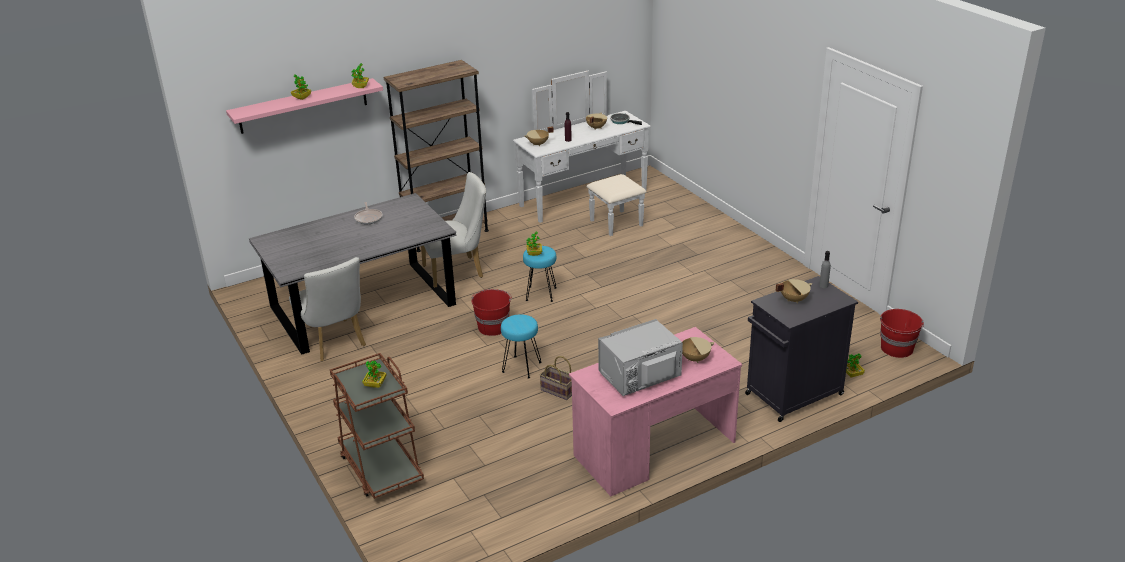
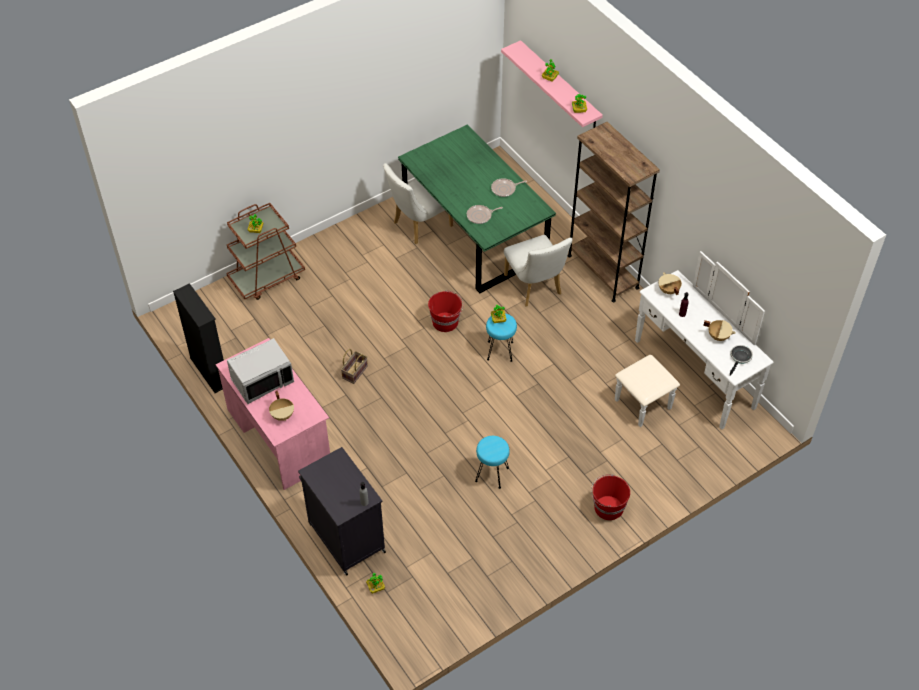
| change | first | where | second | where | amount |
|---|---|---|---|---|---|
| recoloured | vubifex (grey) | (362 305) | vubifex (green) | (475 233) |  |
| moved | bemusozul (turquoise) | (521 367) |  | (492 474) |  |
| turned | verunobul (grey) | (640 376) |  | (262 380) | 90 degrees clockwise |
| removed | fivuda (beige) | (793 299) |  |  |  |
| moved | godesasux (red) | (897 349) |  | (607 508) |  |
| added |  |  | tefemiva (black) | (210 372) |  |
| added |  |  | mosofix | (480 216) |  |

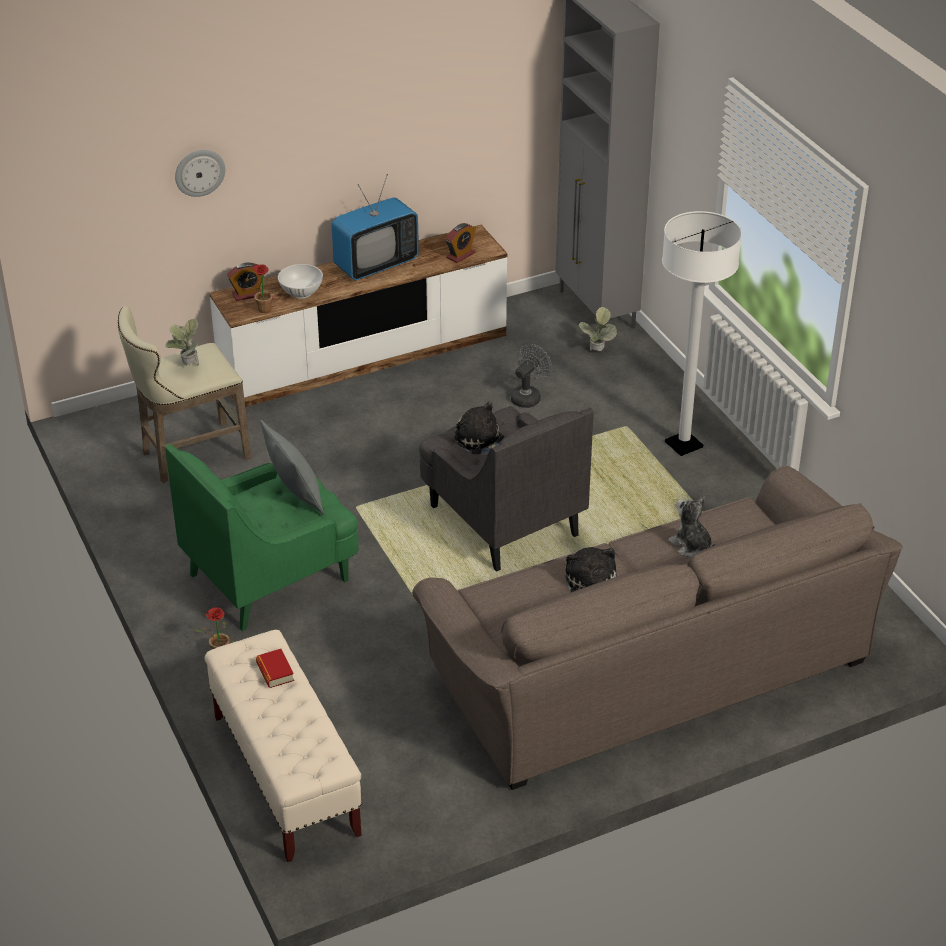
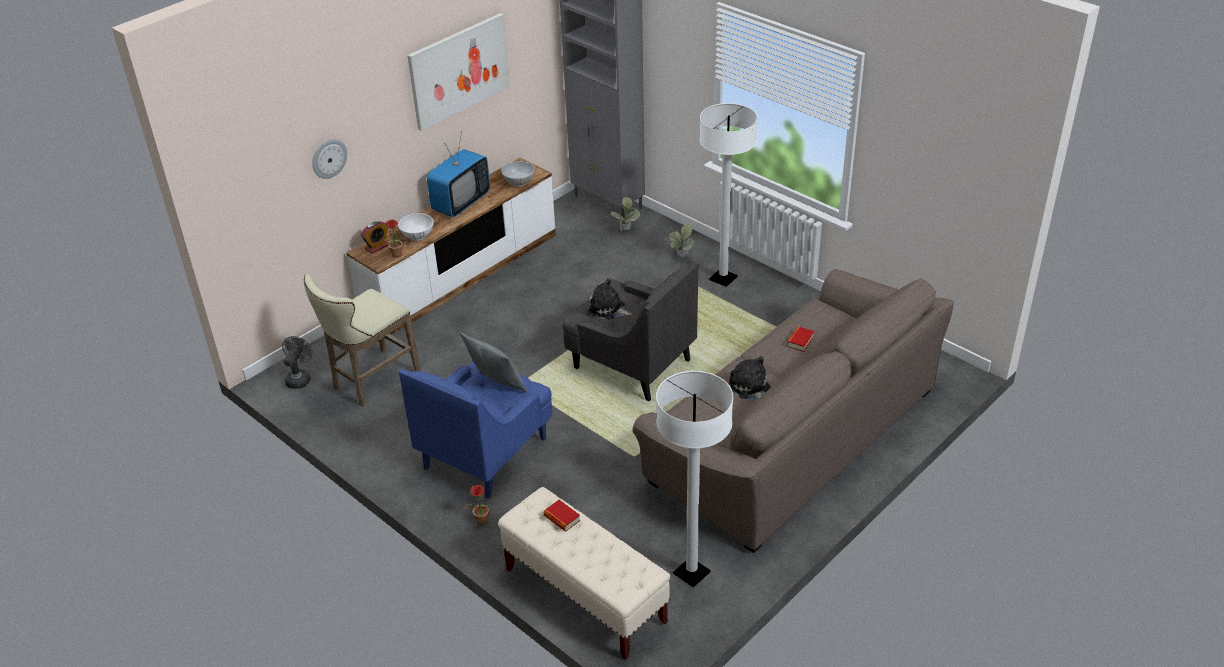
| change | first | where | second | where | amount |
|---|---|---|---|---|---|
| moved | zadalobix | (187 366) |  | (681 258) |  |
| recoloured | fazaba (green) | (270 576) | fazaba (blue) | (486 452) |  |
| replaced | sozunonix | (460 255) | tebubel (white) | (519 182) |  |
| moved | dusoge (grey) | (528 396) |  | (300 378) |  |
| replaced | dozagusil | (691 546) | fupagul | (800 341) |  |
| added |  |  | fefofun | (459 70) |  |
| added |  |  | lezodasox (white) | (691 573) |  |

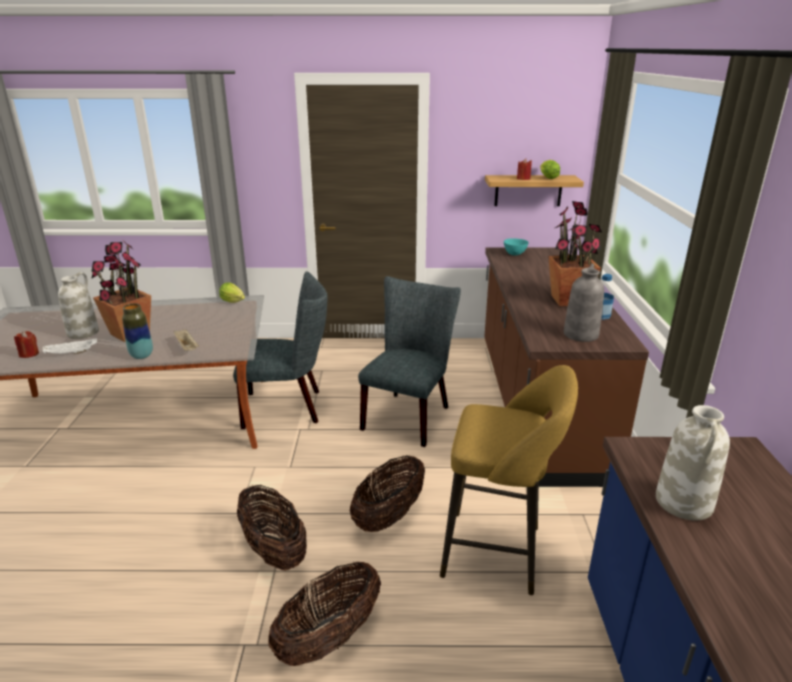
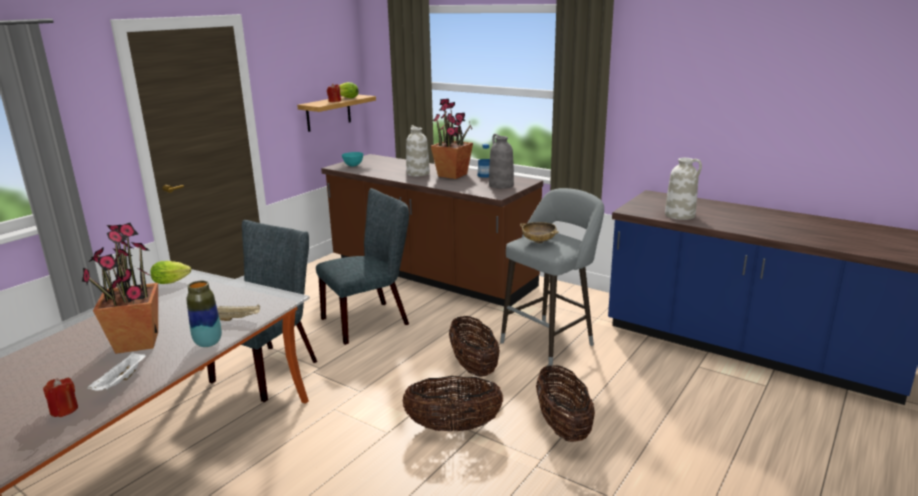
| change | first | where | second | where | amount |
|---|---|---|---|---|---|
| moved | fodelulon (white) | (83 332) |  | (417 173) |  |
| turned | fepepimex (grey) | (409 415) |  | (370 320) | 90 degrees clockwise |
| recoloured | bemusozul (yellow) | (498 552) | bemusozul (grey) | (550 342) |  |
| added |  |  | tebubel (beige) | (538 241) |  |

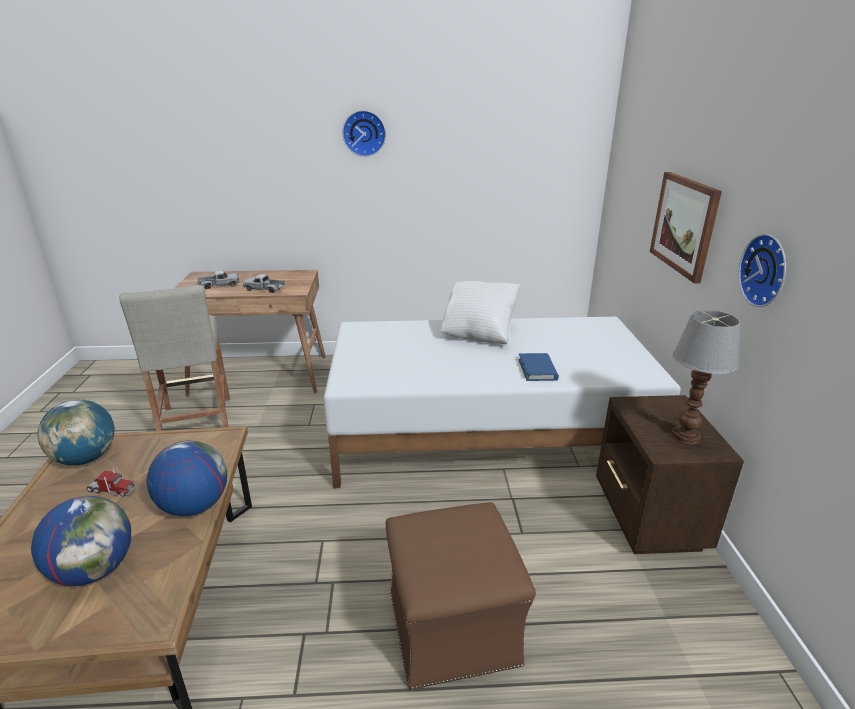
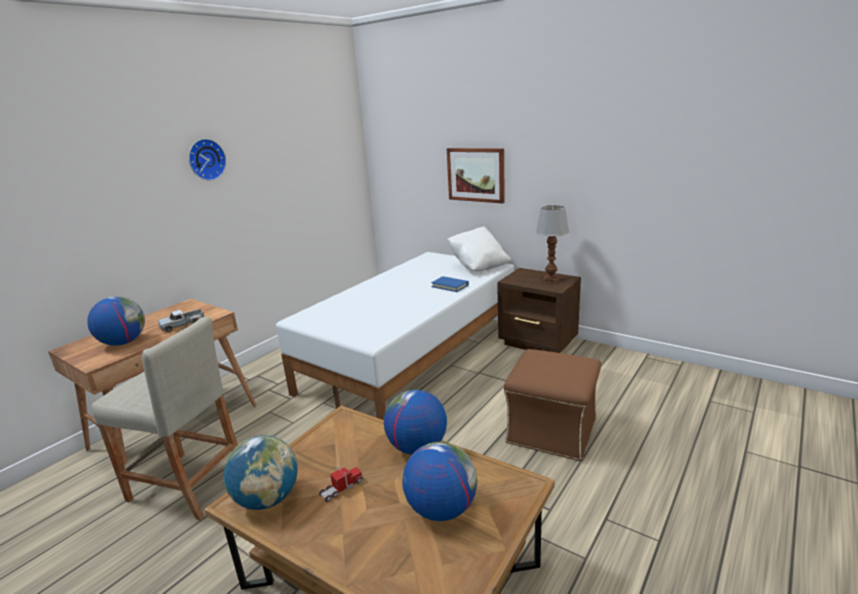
| change | first | where | second | where | amount |
|---|---|---|---|---|---|
| replaced | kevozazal | (219 285) | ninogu | (123 342) |  |
| moved | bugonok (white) | (479 333) |  | (478 266) |  |
| removed | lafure | (767 270) |  |  |  |

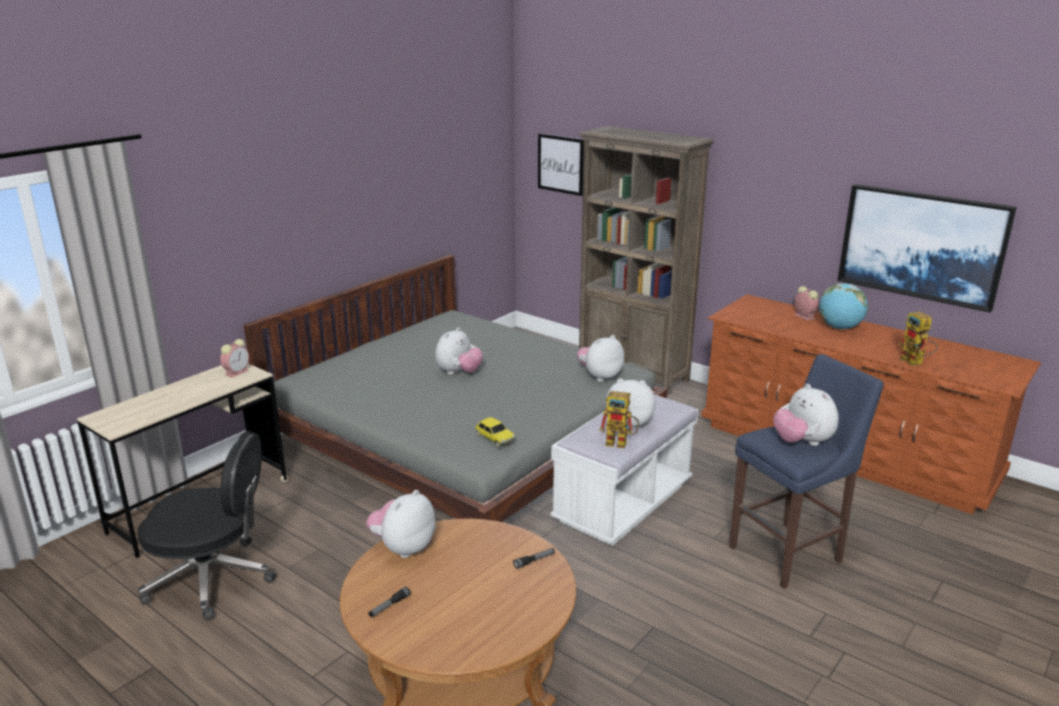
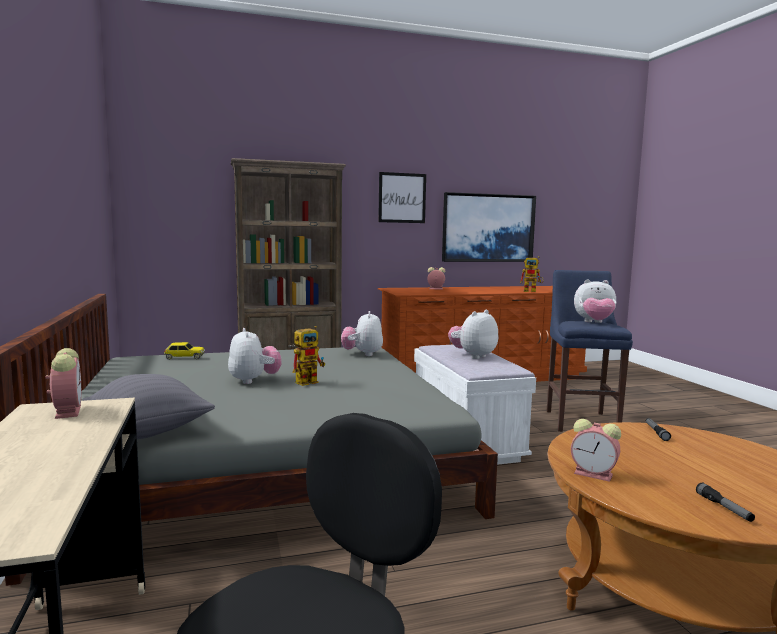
| change | first | where | second | where | amount |
|---|---|---|---|---|---|
| replaced | dozagusil | (403 548) | sozunonix | (595 474) |  |
| moved | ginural | (494 438) |  | (184 357) |  |
| moved | fefofun | (560 164) |  | (402 198) |  |
| moved | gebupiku | (621 443) |  | (310 381) |  |
| removed | ninogu | (839 328) |  |  |  |
| added |  |  | bugonok (grey) | (149 431) |  |

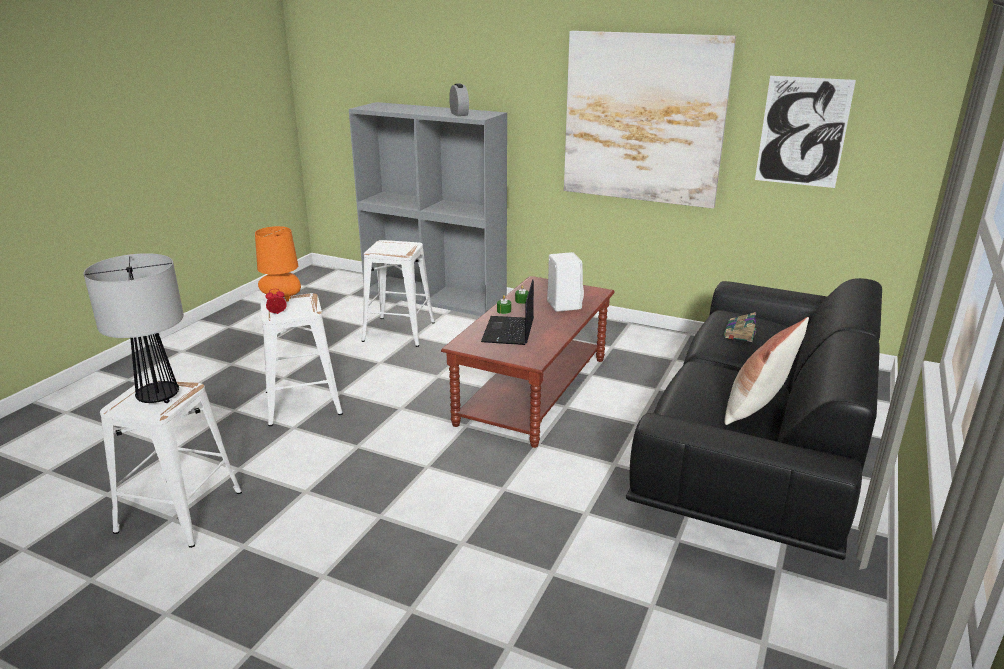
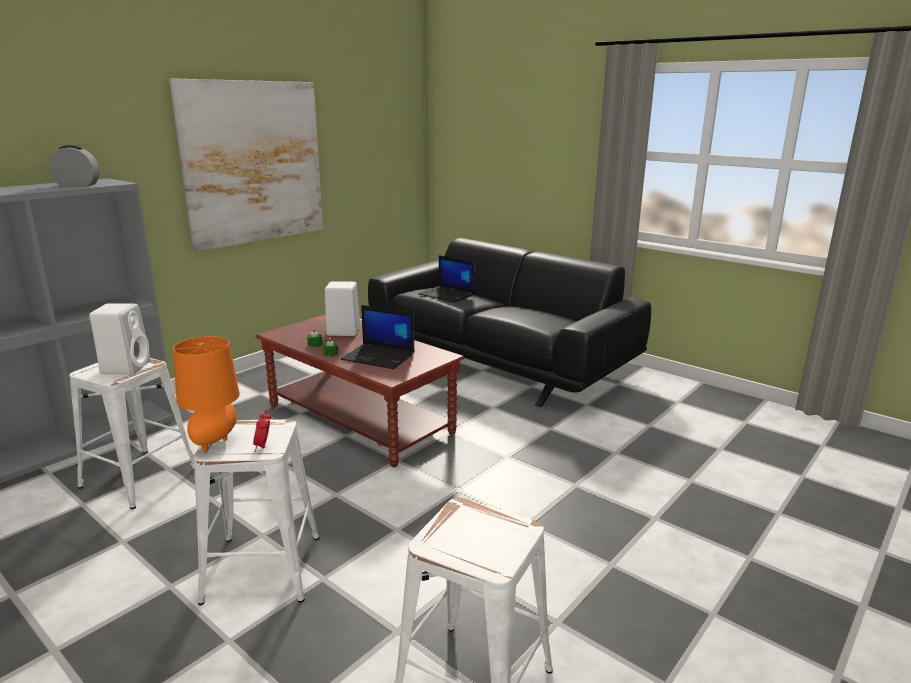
| change | first | where | second | where | amount |
|---|---|---|---|---|---|
| removed | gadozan | (159 397) |  |  |  |
| replaced | fupagul | (739 333) | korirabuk | (447 295) |  |
| removed | bugonok | (756 410) |  |  |  |
| removed | fefofun | (802 132) |  |  |  |
| added |  |  | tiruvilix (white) | (126 367) |  |

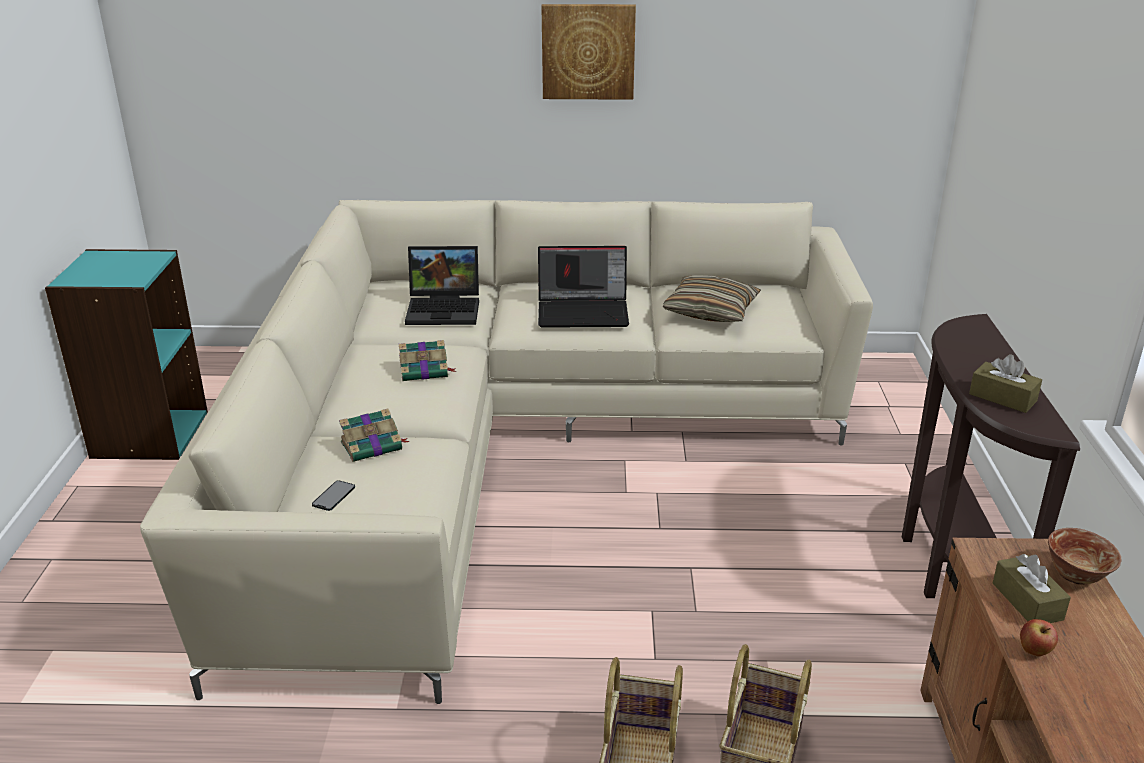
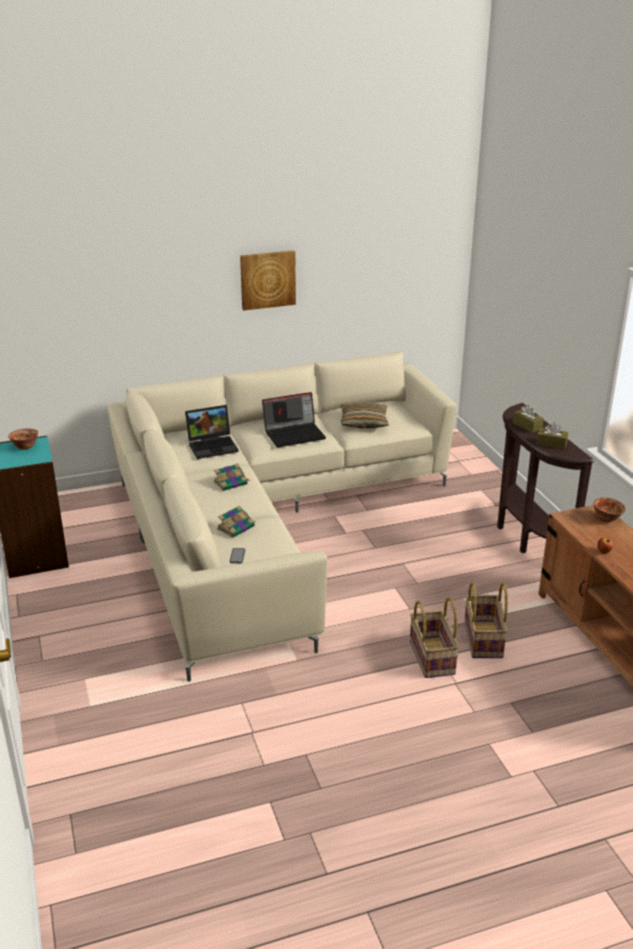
| change | first | where | second | where | amount |
|---|---|---|---|---|---|
| moved | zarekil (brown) | (1027 601) |  | (527 426) |  |
| added |  |  | tebubel | (25 447) |  |

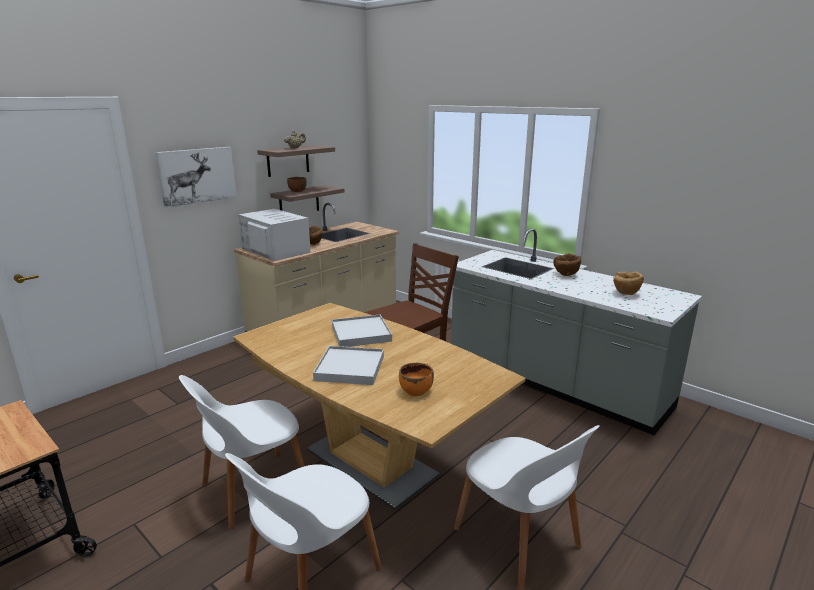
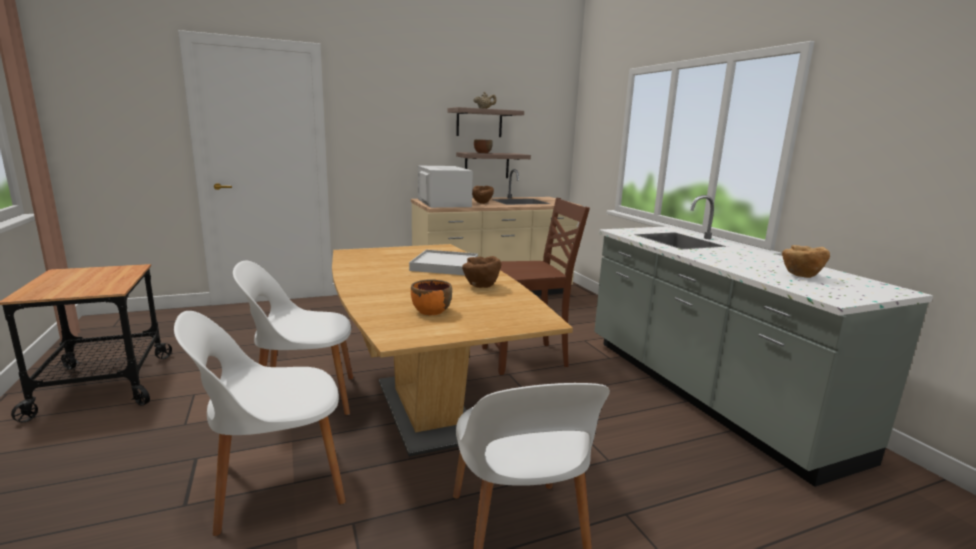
| change | first | where | second | where | amount |
|---|---|---|---|---|---|
| removed | fefofun | (197 175) |  |  |  |
| removed | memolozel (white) | (350 368) |  |  |  |
| moved | tebubel (brown) | (566 275) |  | (481 287) |  |

